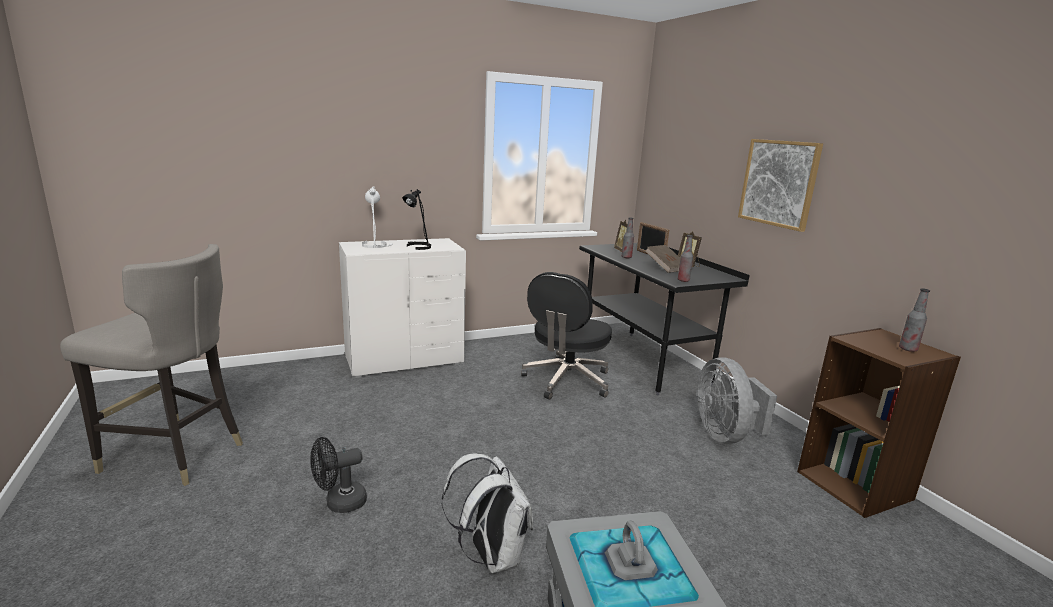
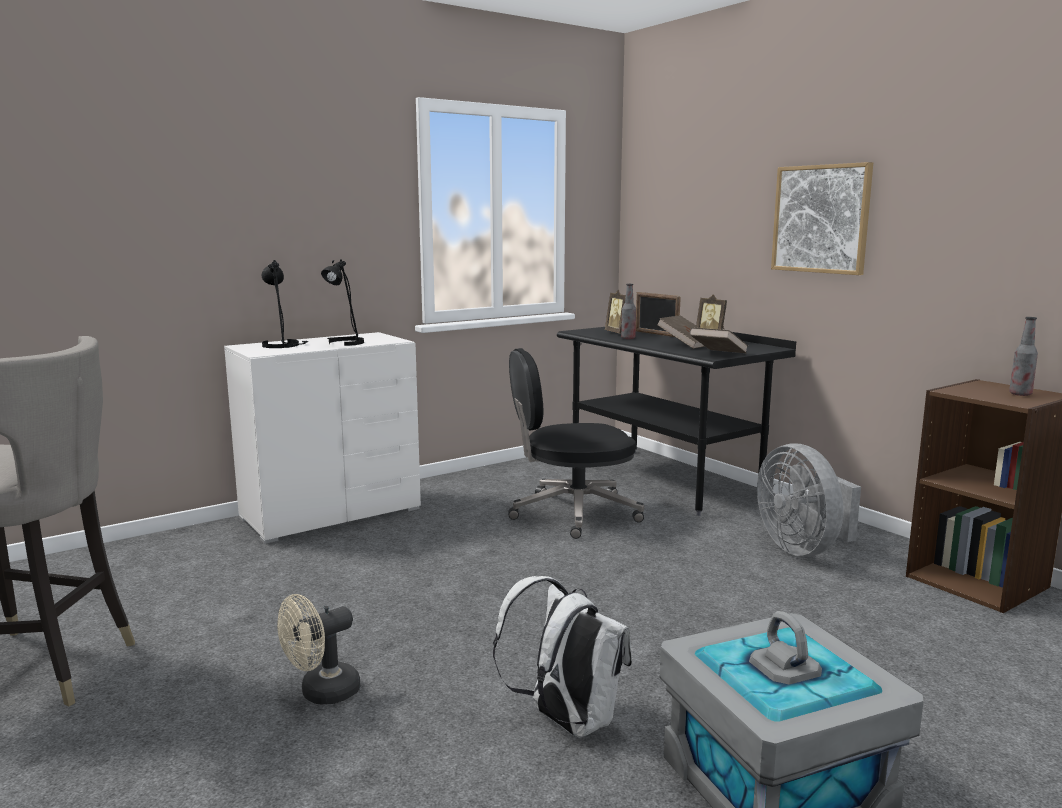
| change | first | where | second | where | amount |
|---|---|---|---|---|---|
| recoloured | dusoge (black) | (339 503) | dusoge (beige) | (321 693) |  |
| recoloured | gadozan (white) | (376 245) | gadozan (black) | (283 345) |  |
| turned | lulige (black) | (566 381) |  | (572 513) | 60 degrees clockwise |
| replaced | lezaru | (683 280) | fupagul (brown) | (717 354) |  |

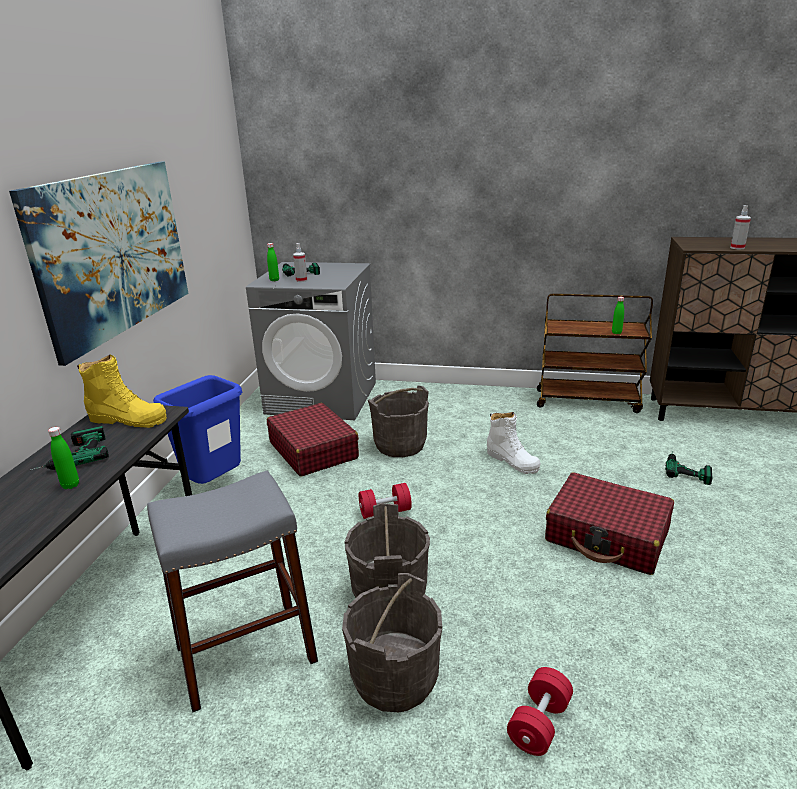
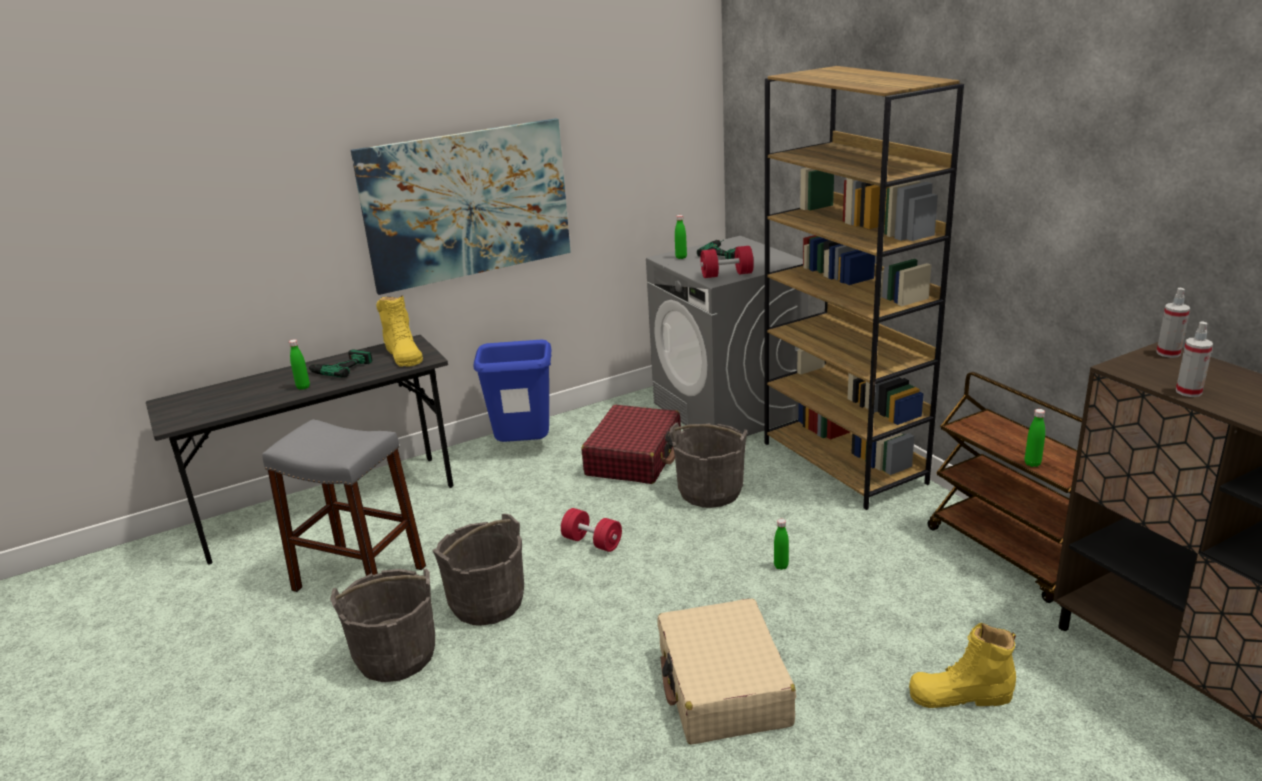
| change | first | where | second | where | amount |
|---|---|---|---|---|---|
| moved | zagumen | (301 280) |  | (1168 353) |  |
| replaced | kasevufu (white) | (512 461) | lezaru (green) | (781 566) |  |
| moved | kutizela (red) | (539 723) |  | (727 275) |  |
| recoloured | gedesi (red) | (607 536) | gedesi (beige) | (723 687) |  |
| replaced | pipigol | (687 469) | kasevufu (yellow) | (960 695) |  |
| added |  |  | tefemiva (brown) | (844 463) |  |

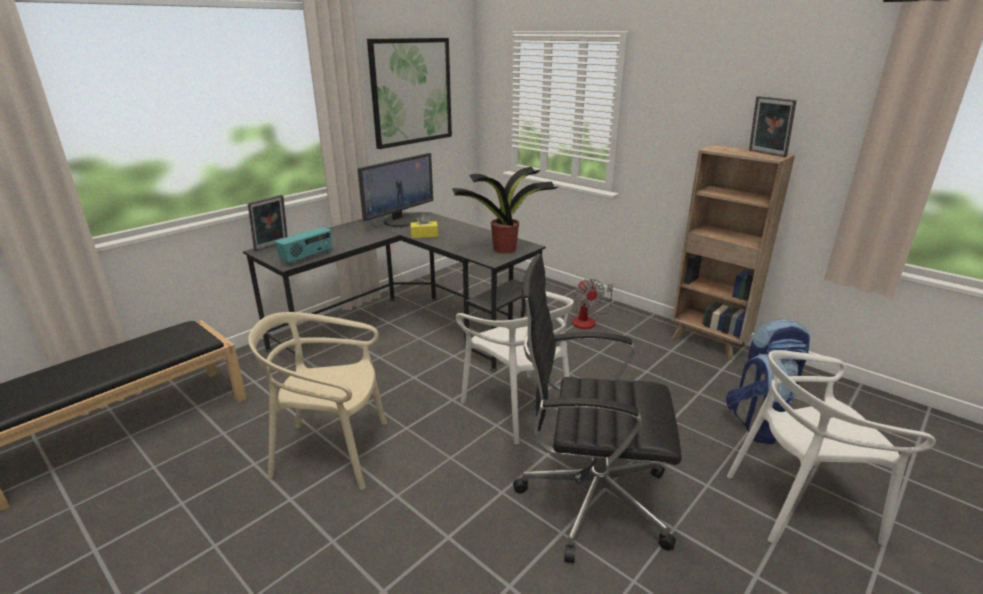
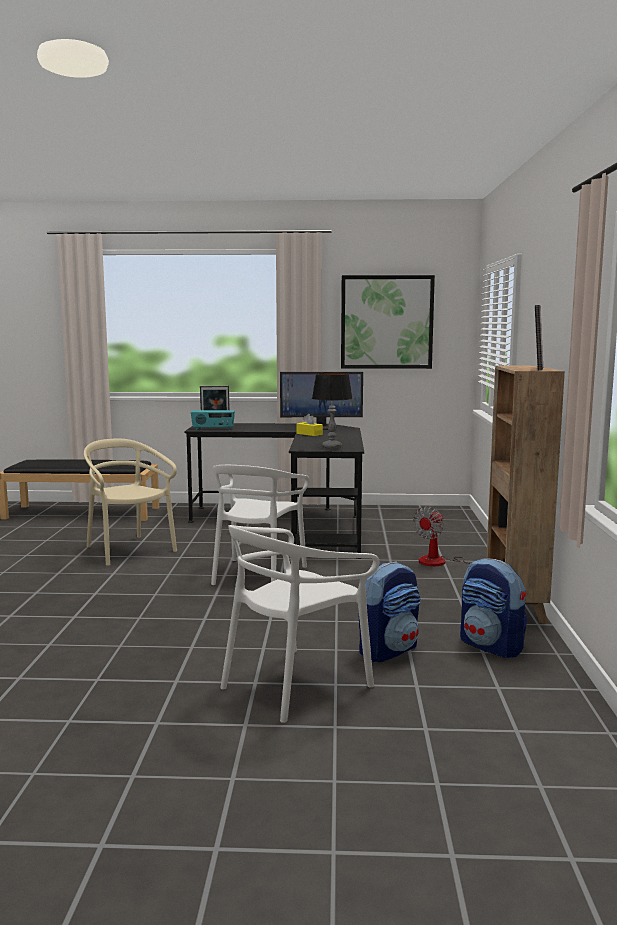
| change | first | where | second | where | amount |
|---|---|---|---|---|---|
| replaced | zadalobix | (506 249) | gadozan | (331 447) |  |
| removed | lulige (black) | (589 499) |  |  |  |
| turned | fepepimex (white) | (799 503) |  | (295 684) | 90 degrees counterclockwise |

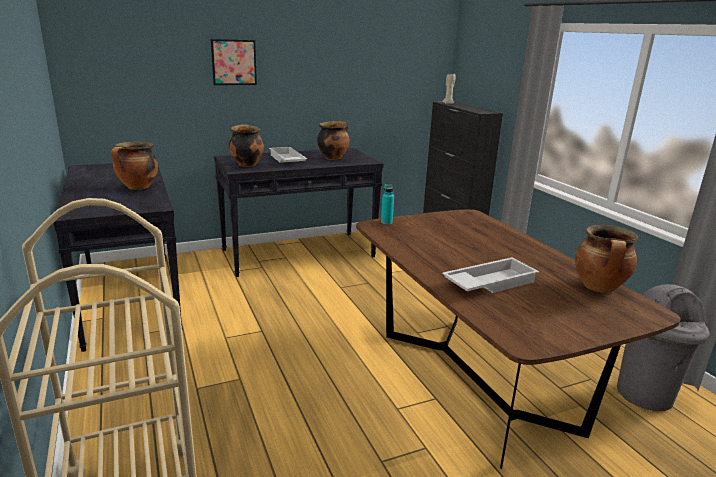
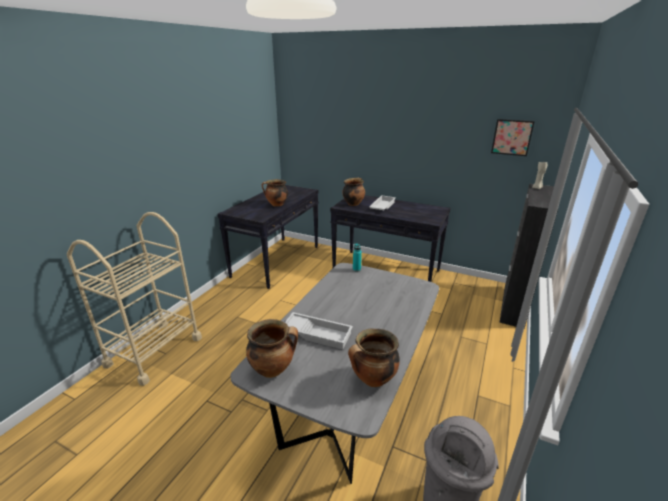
| change | first | where | second | where | amount |
|---|---|---|---|---|---|
| moved | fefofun | (234 62) |  | (512 137) |  |
| moved | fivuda | (333 158) |  | (273 369) |  |
| recoloured | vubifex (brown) | (474 380) | vubifex (grey) | (349 400) |  |

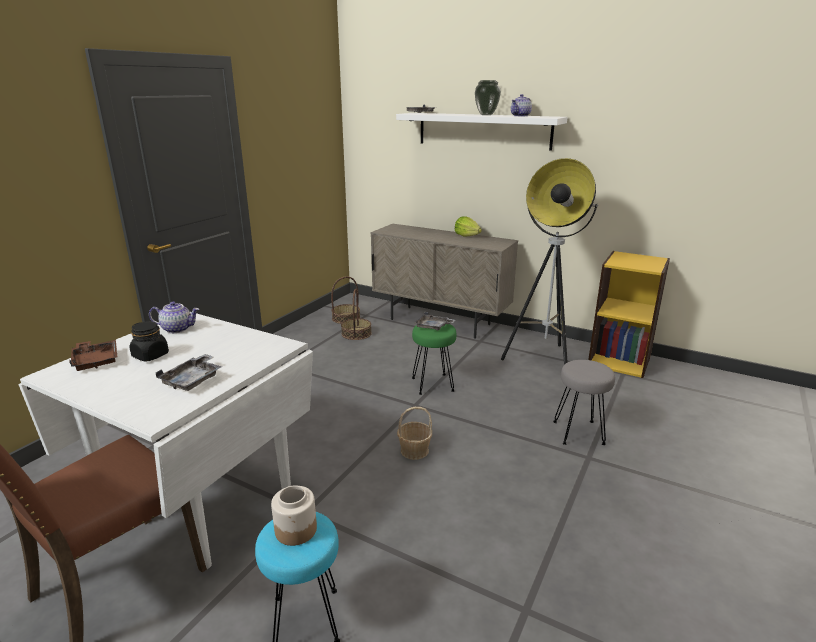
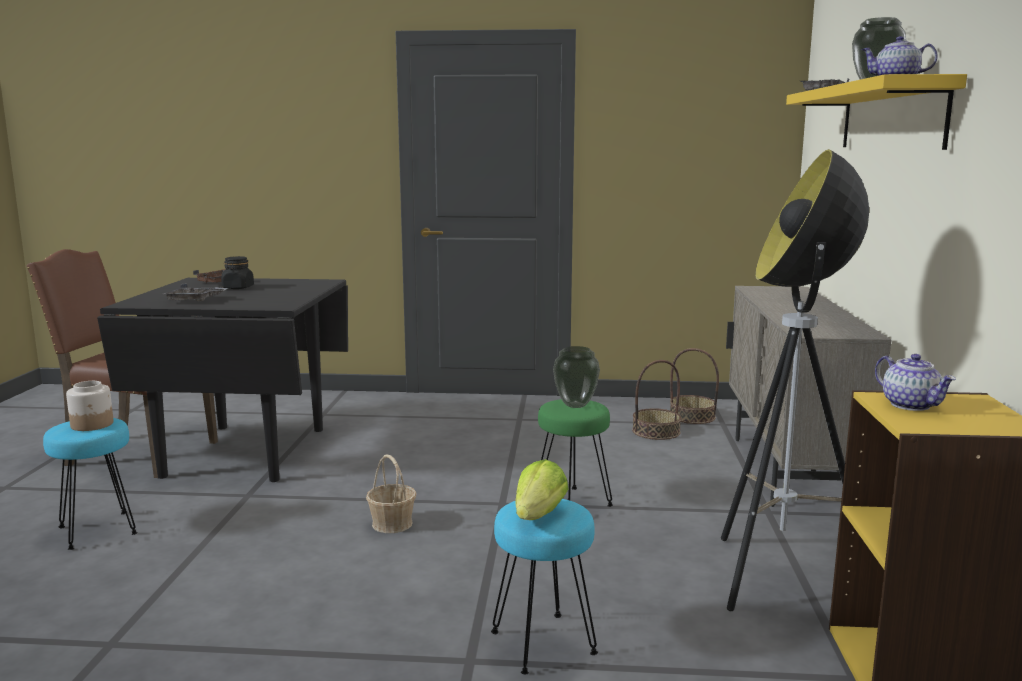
| change | first | where | second | where | amount |
|---|---|---|---|---|---|
| recoloured | vubifex (white) | (201 501) | vubifex (black) | (248 452) |  |
| moved | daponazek | (177 329) |  | (911 405) |  |
| recoloured | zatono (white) | (483 130) | zatono (yellow) | (890 117) |  |
| replaced | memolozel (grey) | (433 327) | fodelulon | (575 405) |  |
| moved | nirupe | (467 235) |  | (538 515) |  |
| recoloured | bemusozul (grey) | (579 433) | bemusozul (turquoise) | (543 644) |  |

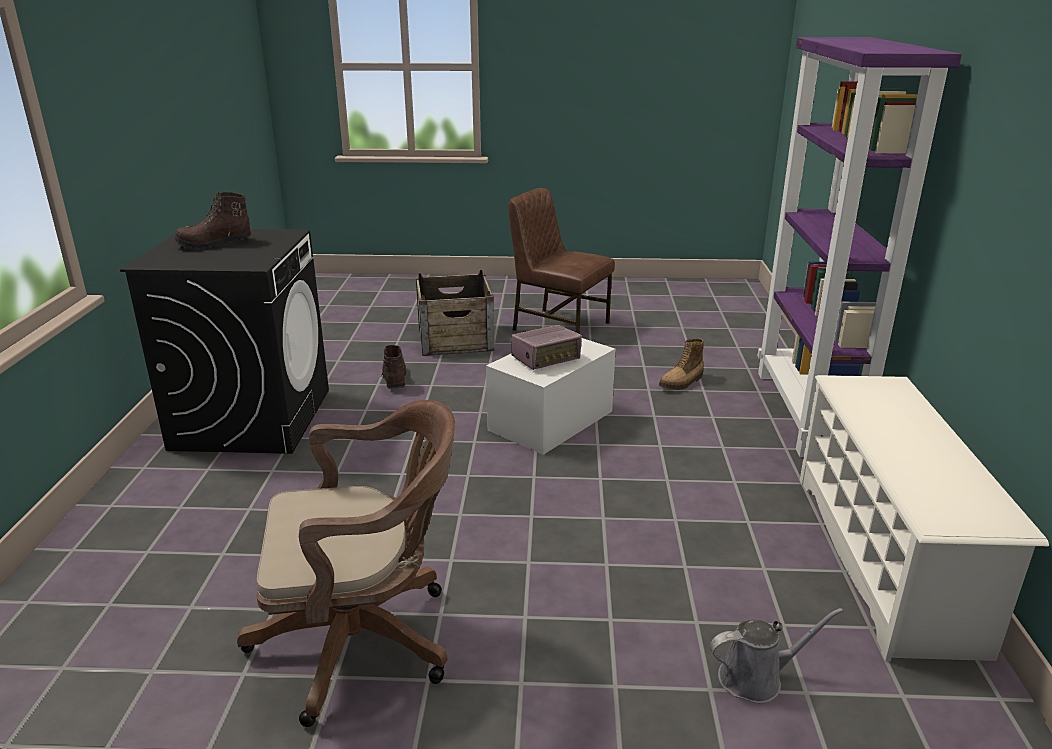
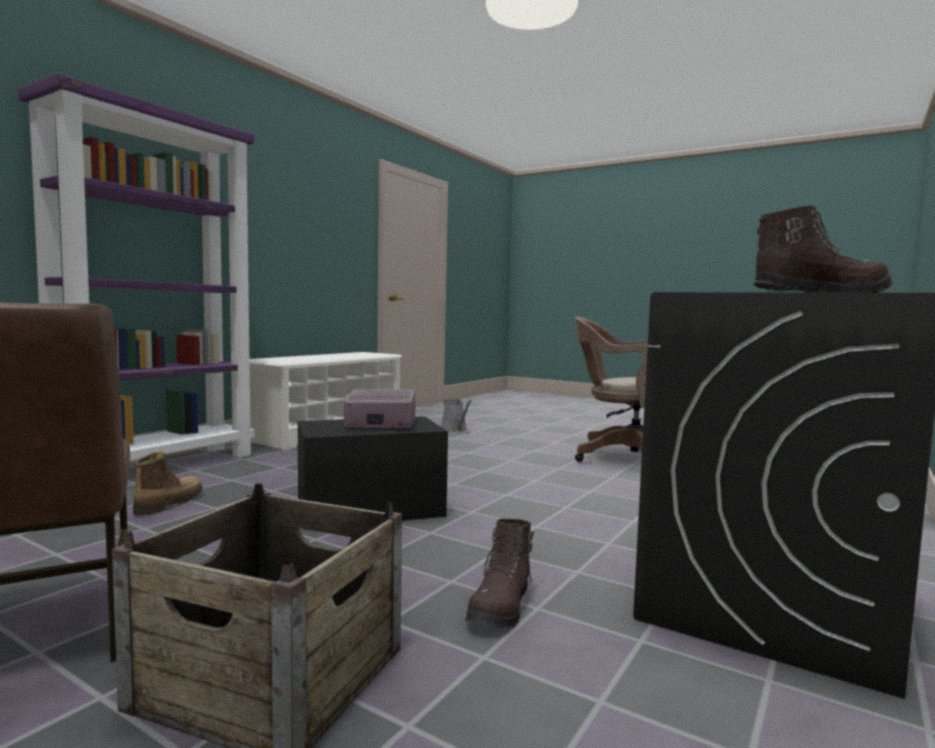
| change | first | where | second | where | amount |
|---|---|---|---|---|---|
| recoloured | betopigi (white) | (551 420) | betopigi (black) | (369 508) |  |
| turned | kasevufu | (682 383) |  | (168 504) | 60 degrees counterclockwise |
| turned | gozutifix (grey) | (756 678) |  | (455 429) | 135 degrees counterclockwise |

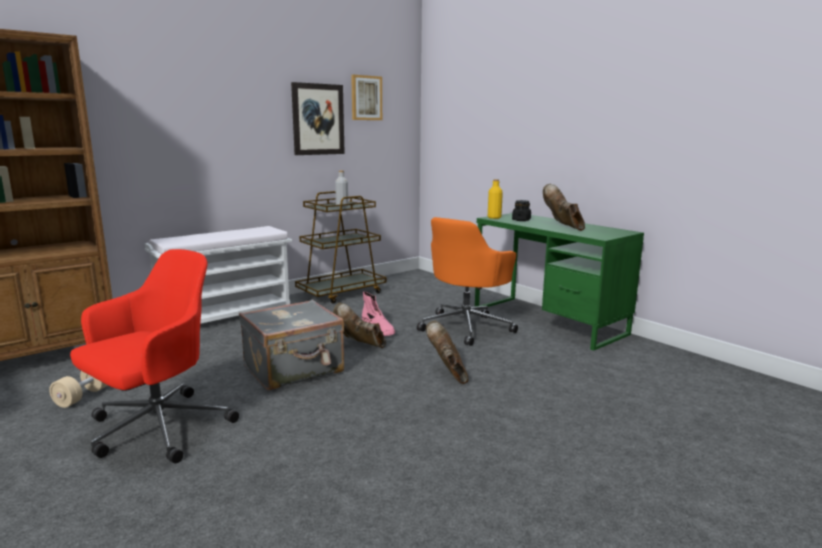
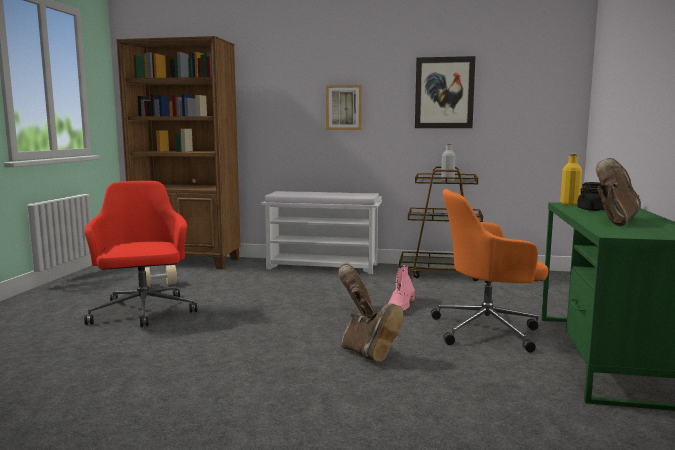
| change | first | where | second | where | amount |
|---|---|---|---|---|---|
| turned | lulige (red) | (157 429) |  | (143 312) | 105 degrees counterclockwise |
| removed | gedesi (grey) | (294 370) |  |  |  |
| moved | fefofun | (366 98) |  | (344 107) |  |
| turned | kasevufu (brown) | (448 373) |  | (369 355) | 105 degrees clockwise |

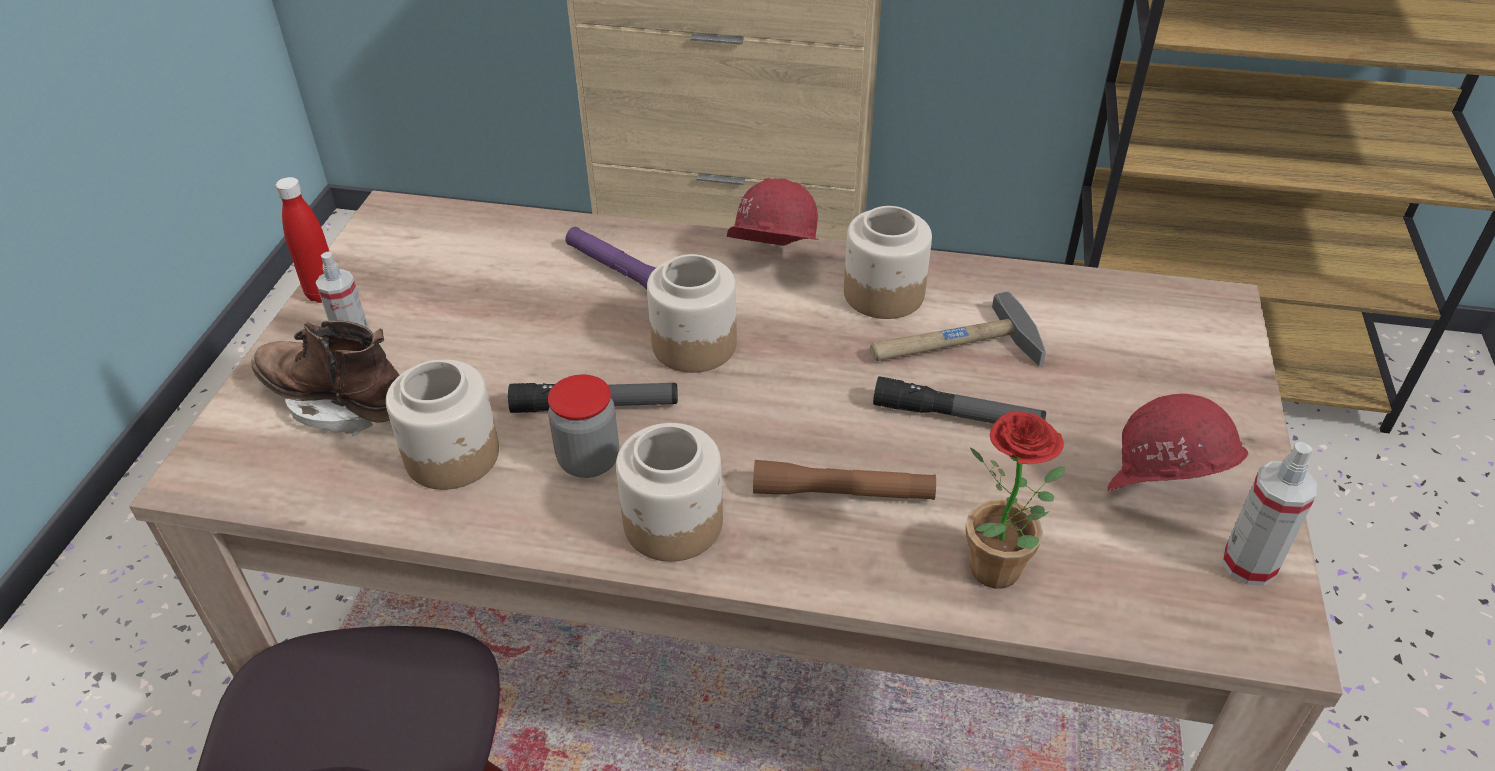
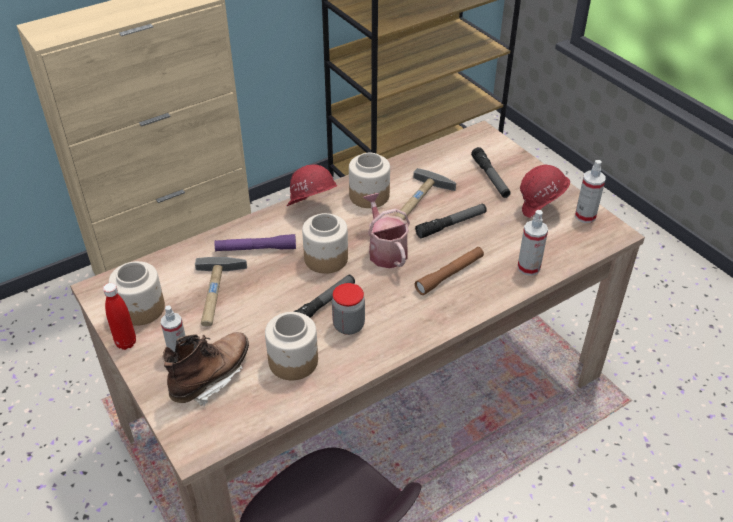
| change | first | where | second | where | amount |
|---|---|---|---|---|---|
| turned | kasevufu (brown) | (338 403) |  | (211 378) | 150 degrees clockwise |
| moved | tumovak | (673 524) |  | (141 309) |  |
| replaced | zadalobix | (1000 578) | zagumen | (528 267) |  |
| added |  |  | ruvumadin | (216 294) |  |
| added |  |  | gozutifix | (385 250) |  |
| added |  |  | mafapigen | (490 177) |  |

